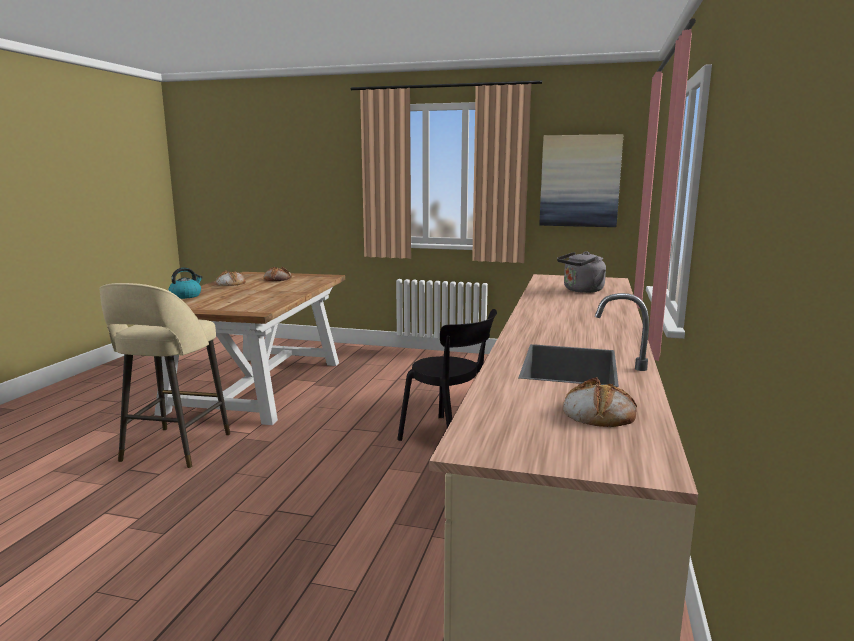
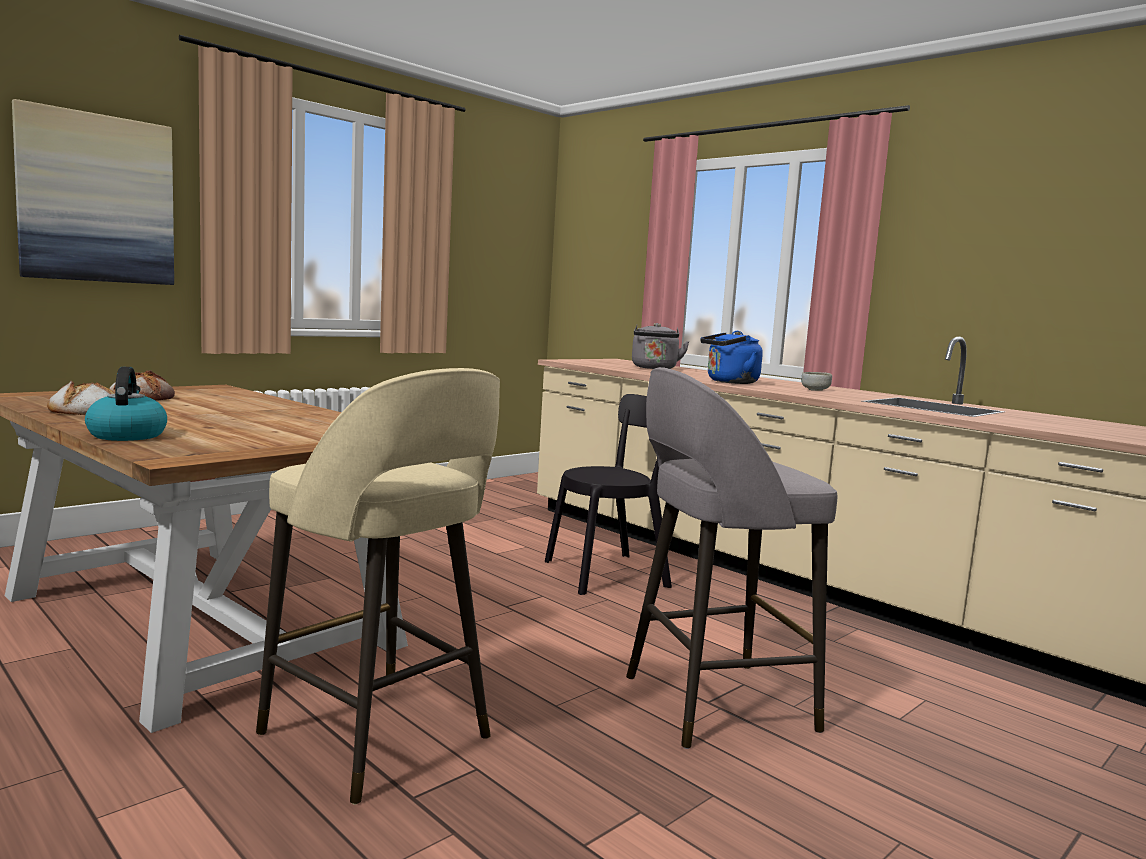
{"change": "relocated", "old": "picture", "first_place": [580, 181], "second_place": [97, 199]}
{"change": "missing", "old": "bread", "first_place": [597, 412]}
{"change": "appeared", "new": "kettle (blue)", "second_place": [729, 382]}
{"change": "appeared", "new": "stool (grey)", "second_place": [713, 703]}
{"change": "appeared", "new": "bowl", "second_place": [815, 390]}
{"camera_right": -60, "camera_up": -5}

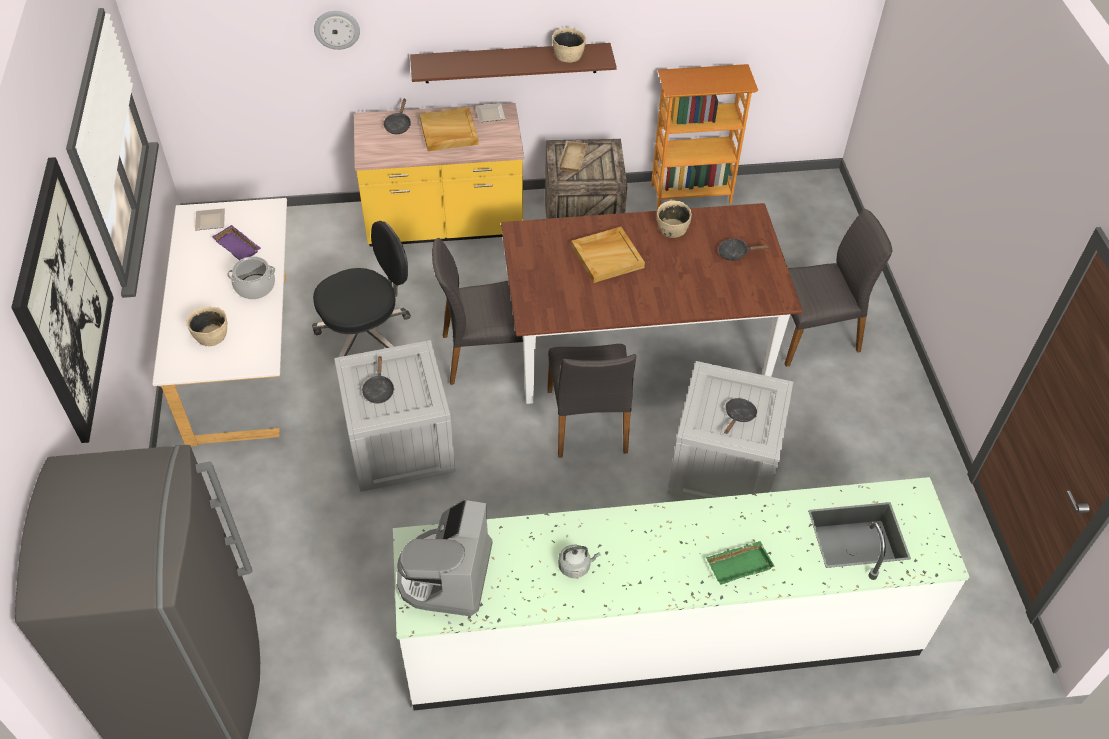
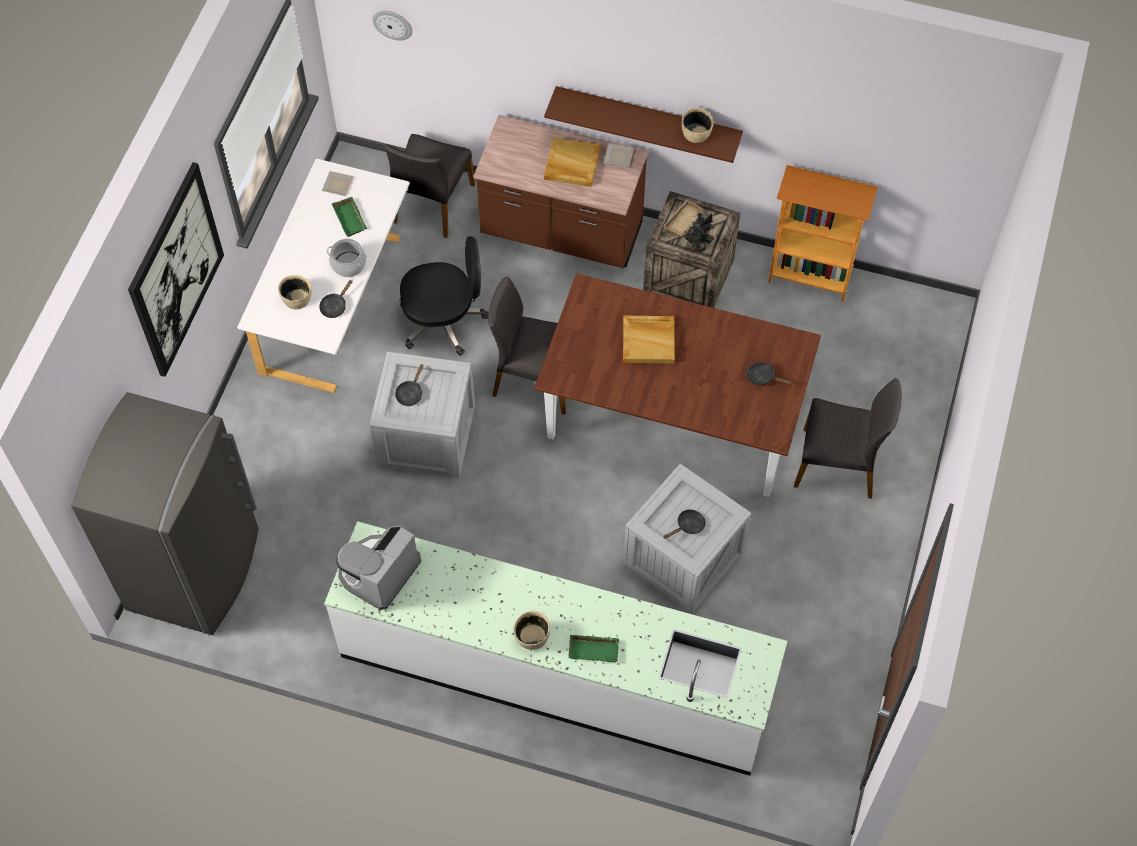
{"change": "relocated", "old": "wall clock", "first_place": [337, 29], "second_place": [392, 24]}
{"change": "relocated", "old": "frying pan (black)", "first_place": [398, 125], "second_place": [335, 306]}
{"change": "colour", "old": "counter (yellow)", "new": "counter (brown)", "first_place": [444, 225], "second_place": [561, 232]}
{"change": "relocated", "old": "bowl (beige)", "first_place": [671, 229], "second_place": [531, 637]}
{"change": "colour", "old": "tray (purple)", "new": "tray (green)", "first_place": [239, 246], "second_place": [351, 219]}
{"change": "relocated", "old": "chair (grey)", "first_place": [588, 422], "second_place": [432, 203]}
{"change": "missing", "old": "kettle (grey)", "first_place": [576, 566]}
{"change": "appeared", "new": "potted plant", "second_place": [698, 245]}
{"camera_right": 25, "camera_up": 10}

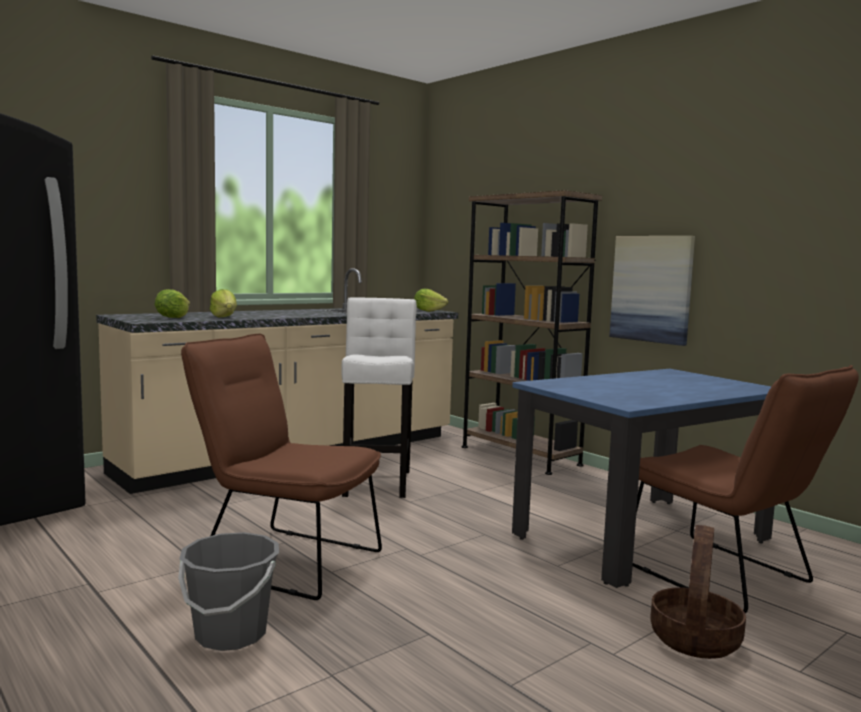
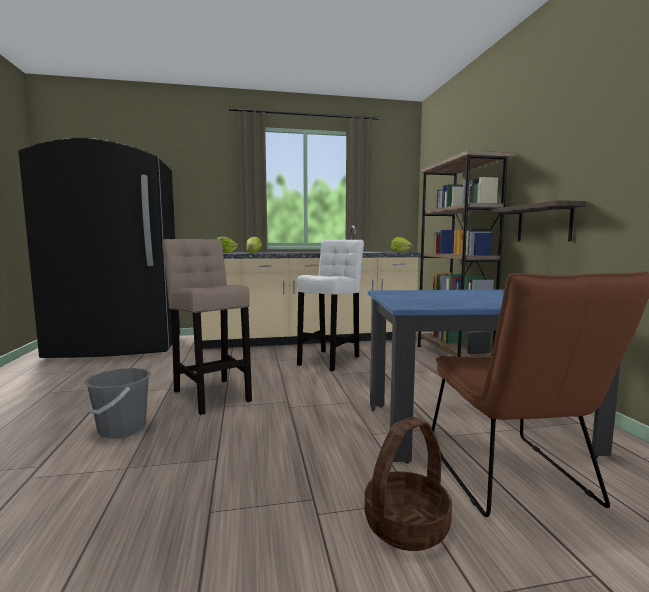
{"change": "exchanged", "old": "picture", "new": "shelf", "first_place": [652, 288], "second_place": [544, 223]}
{"change": "exchanged", "old": "chair (brown)", "new": "stool (beige)", "first_place": [282, 559], "second_place": [211, 394]}
{"camera_right": 30, "camera_up": 0}

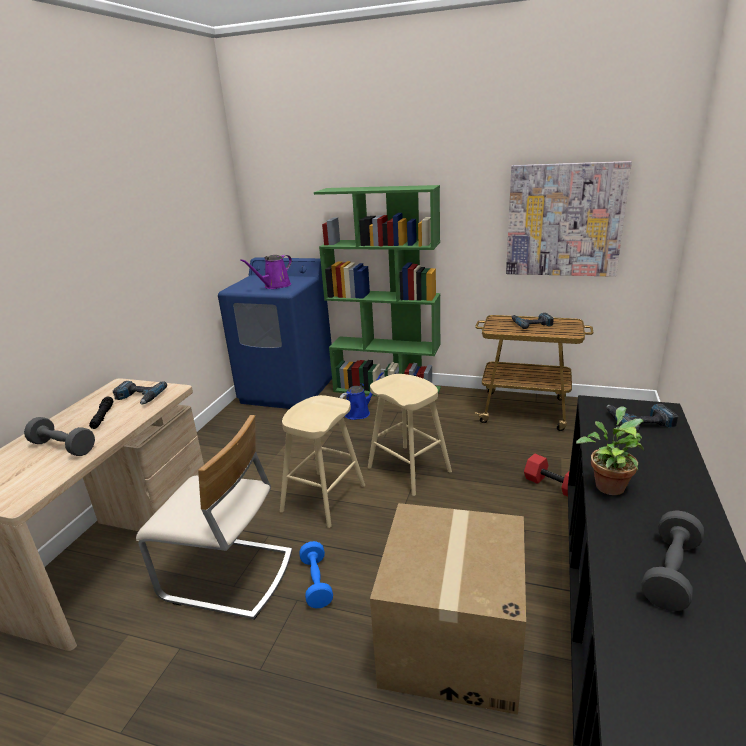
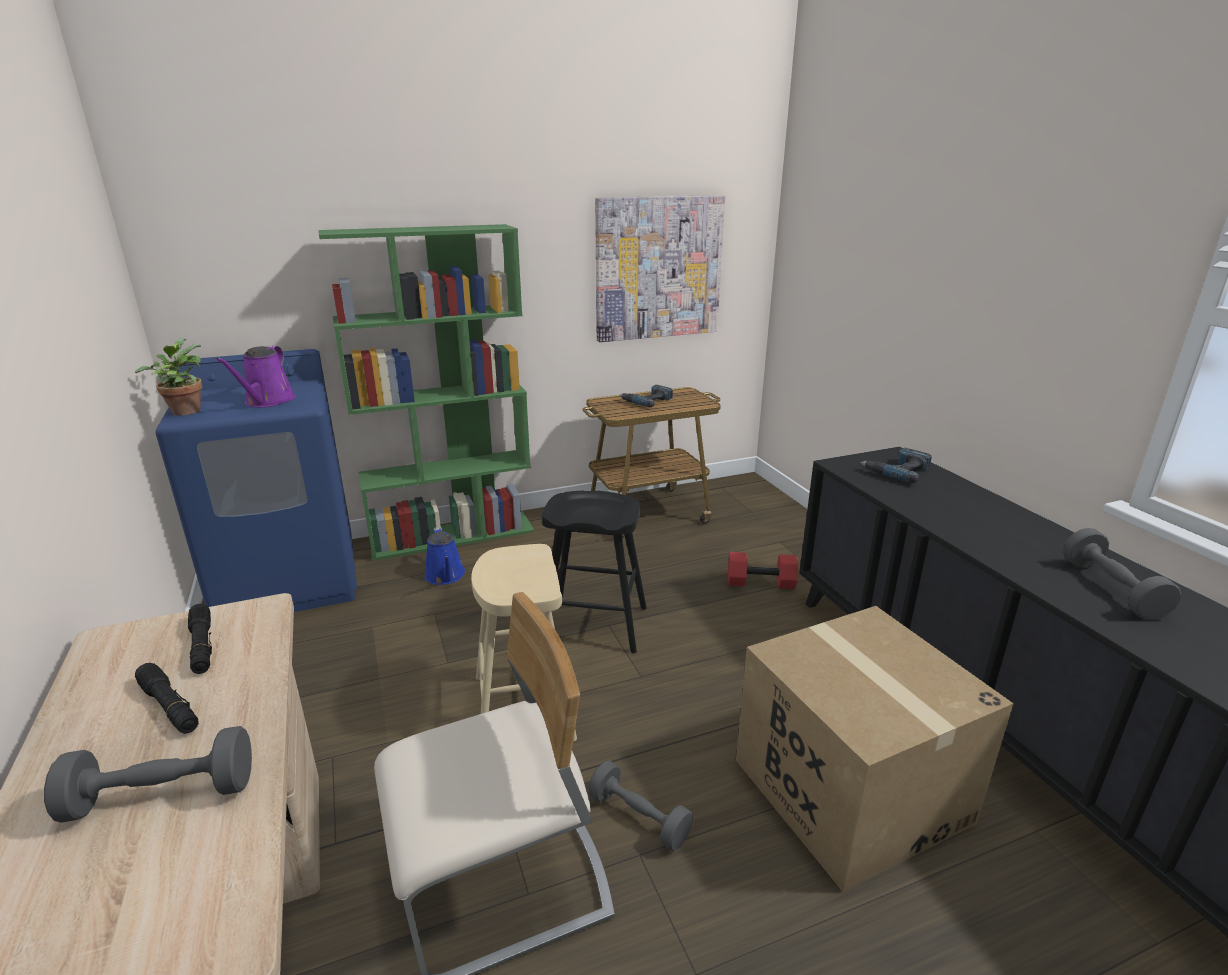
{"change": "spun", "old": "watering can (blue)", "first_place": [359, 412], "second_place": [445, 576], "degrees": 150}
{"change": "colour", "old": "stool (beige)", "new": "stool (black)", "first_place": [409, 469], "second_place": [594, 624]}
{"change": "exchanged", "old": "power drill", "new": "flashlight (black)", "first_place": [138, 397], "second_place": [202, 646]}
{"change": "relocated", "old": "potted plant", "first_place": [608, 484], "second_place": [185, 410]}
{"change": "colour", "old": "dumbbell (blue)", "new": "dumbbell (grey)", "first_place": [316, 582], "second_place": [639, 818]}
{"camera_right": -40, "camera_up": 0}

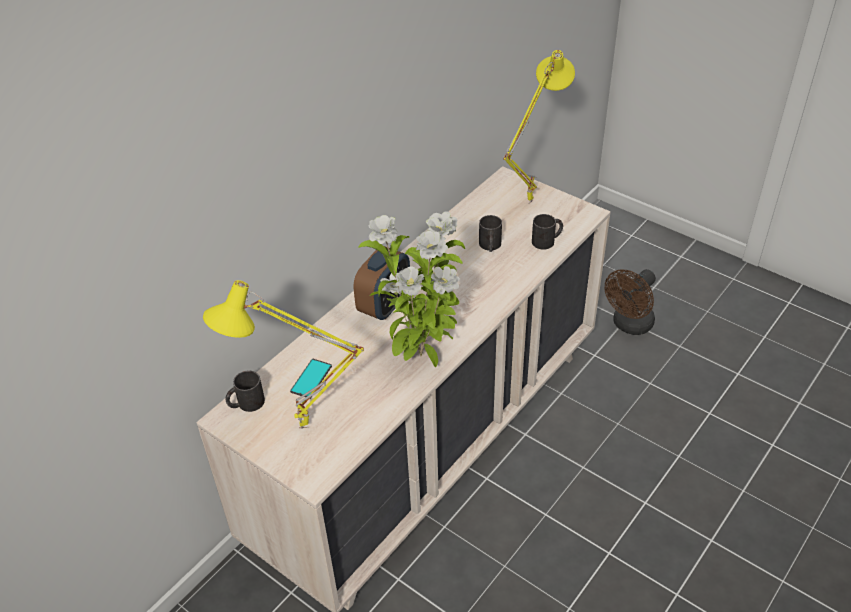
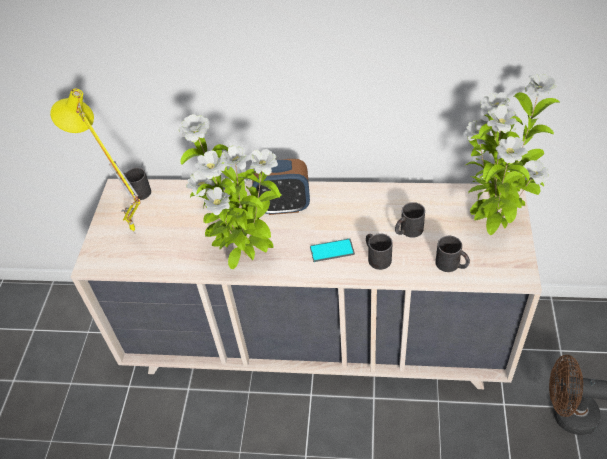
{"change": "exchanged", "old": "table lamp (yellow)", "new": "potted plant", "first_place": [528, 201], "second_place": [492, 225]}
{"change": "relocated", "old": "phone", "first_place": [311, 379], "second_place": [332, 250]}
{"change": "appeared", "new": "mug (black)", "second_place": [376, 257]}
{"camera_right": 60, "camera_up": 5}

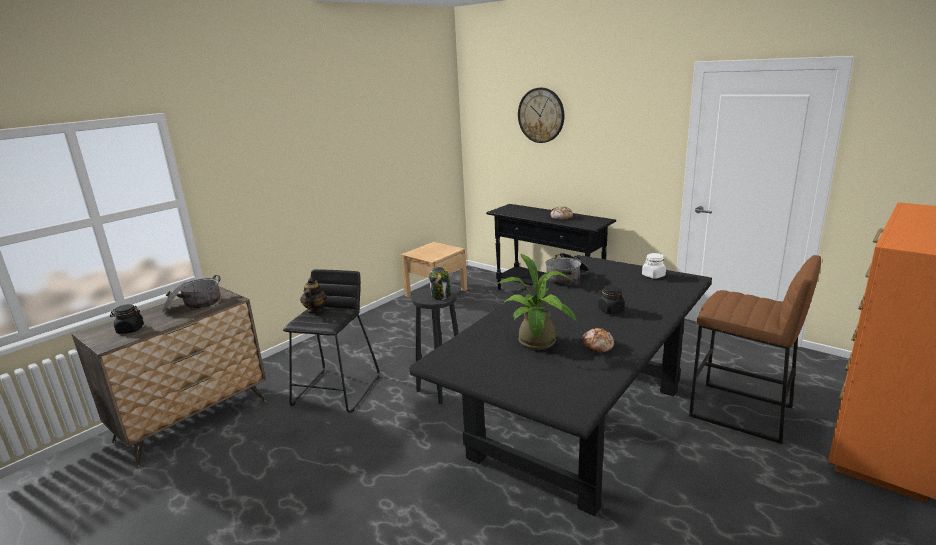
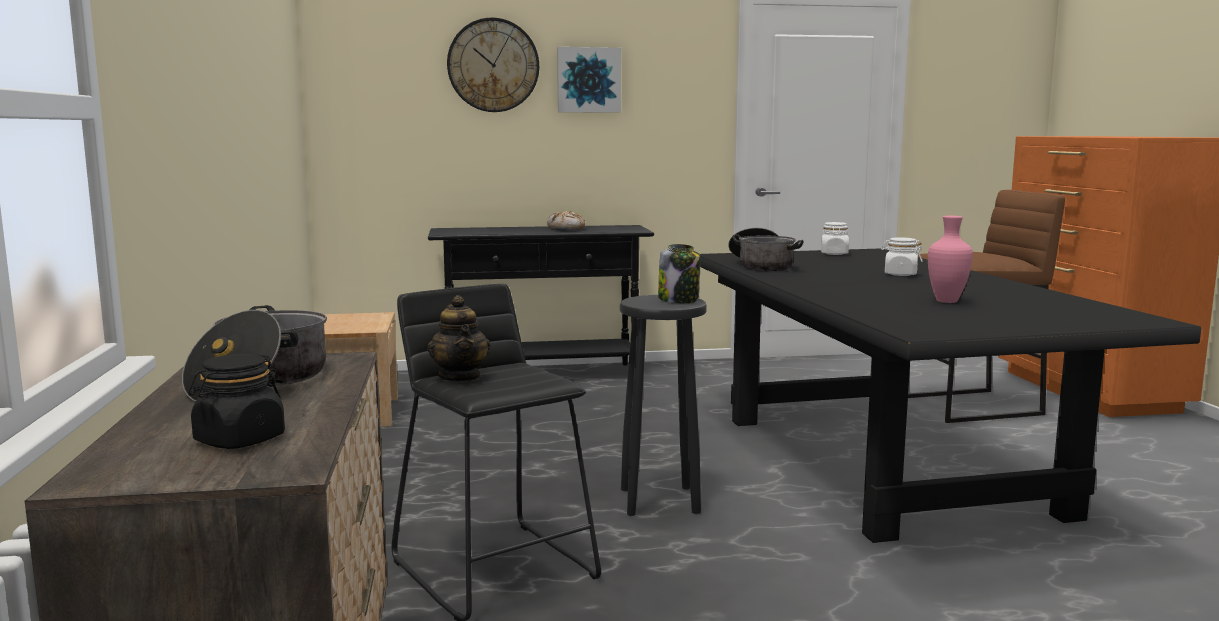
{"change": "exchanged", "old": "potted plant", "new": "vase (pink)", "first_place": [538, 344], "second_place": [947, 301]}
{"change": "spun", "old": "teapot", "first_place": [315, 311], "second_place": [460, 377], "degrees": -150}
{"change": "colour", "old": "jar (black)", "new": "jar (white)", "first_place": [611, 310], "second_place": [900, 274]}
{"change": "missing", "old": "bread", "first_place": [598, 345]}
{"change": "appeared", "new": "picture", "second_place": [588, 80]}
{"camera_right": -50, "camera_up": -10}

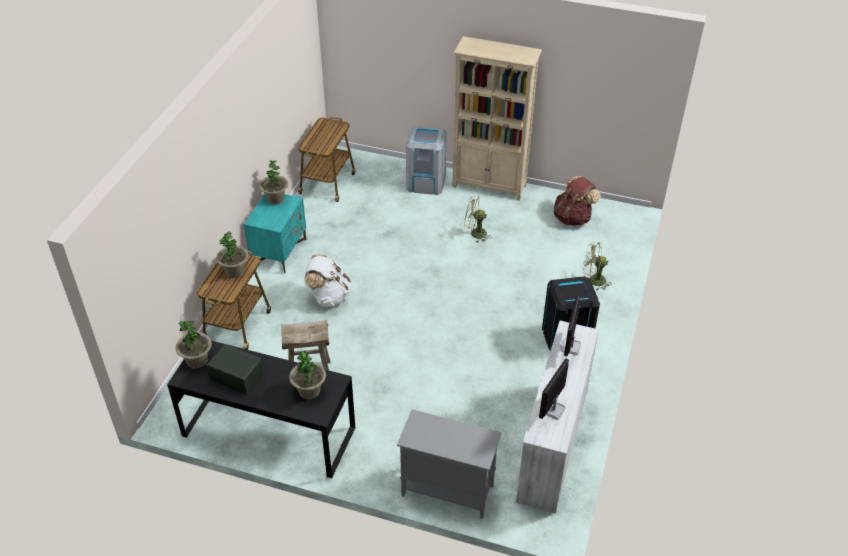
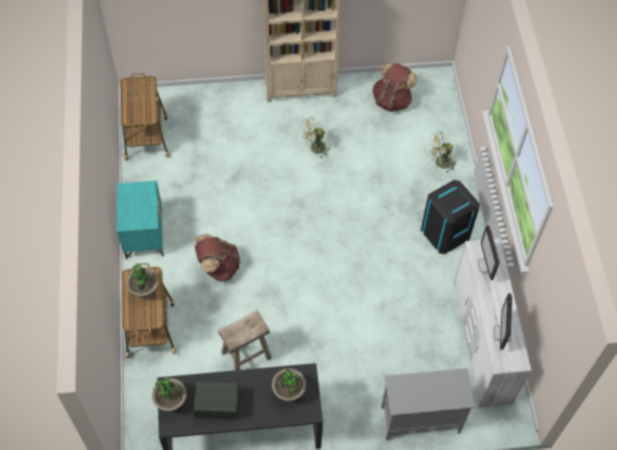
{"change": "missing", "old": "trash can (grey)", "first_place": [426, 182]}
{"change": "missing", "old": "potted plant", "first_place": [275, 199]}
{"change": "colour", "old": "backpack (white)", "new": "backpack (brown)", "first_place": [329, 297], "second_place": [218, 267]}
{"camera_right": -25, "camera_up": 15}

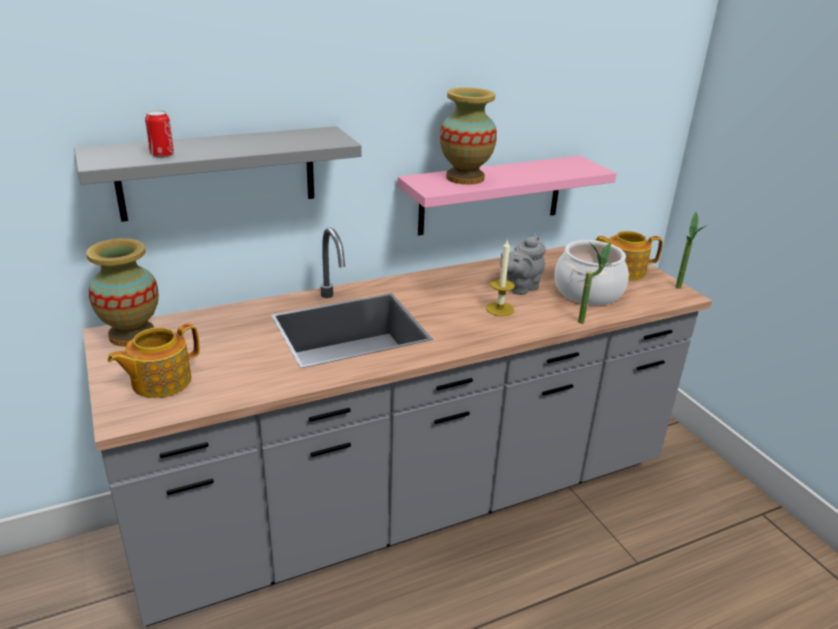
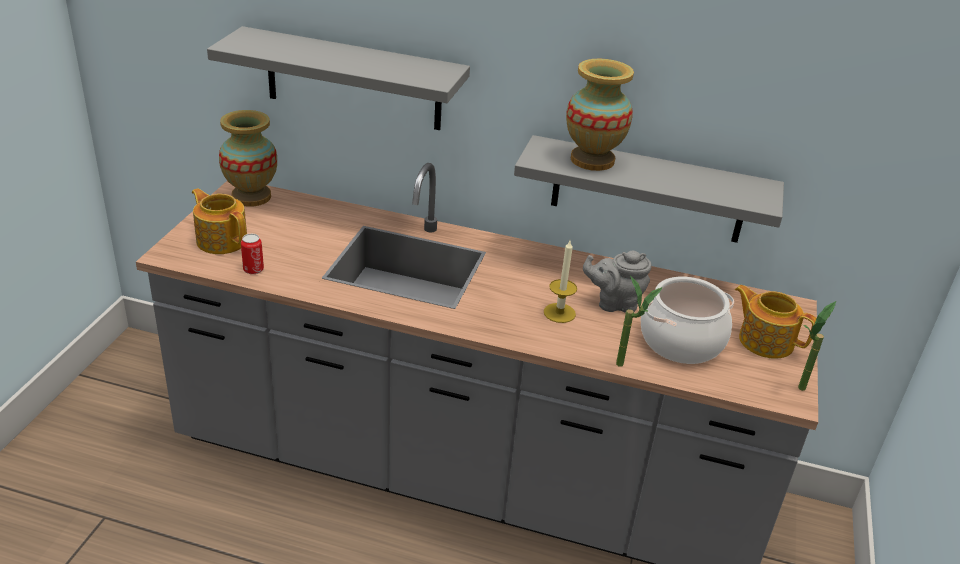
{"change": "relocated", "old": "can", "first_place": [162, 155], "second_place": [253, 269]}
{"change": "colour", "old": "shelf (pink)", "new": "shelf (grey)", "first_place": [491, 195], "second_place": [648, 190]}
{"change": "spun", "old": "teapot", "first_place": [160, 381], "second_place": [222, 240], "degrees": 45}
{"camera_right": 40, "camera_up": 5}

